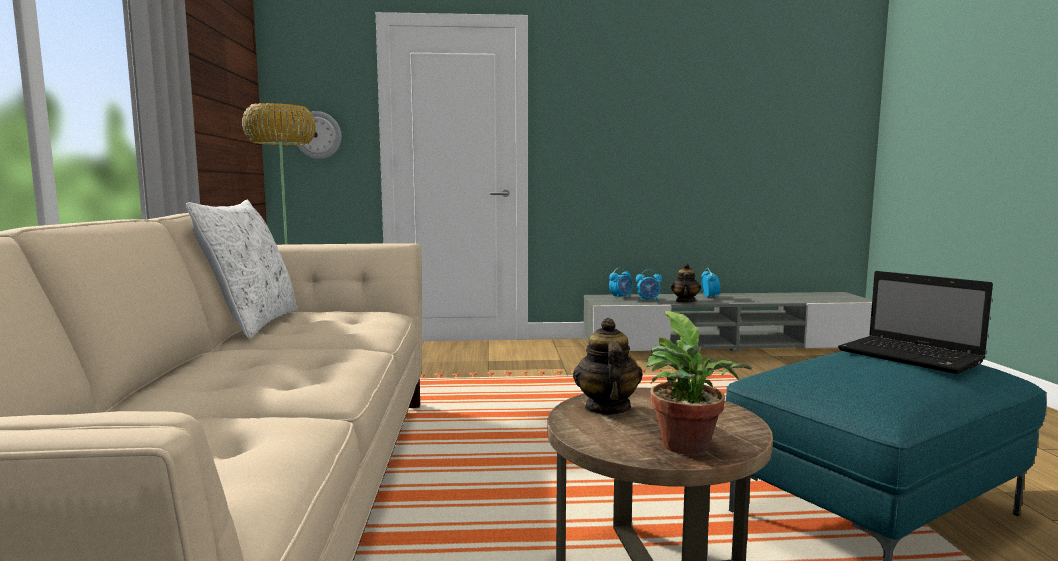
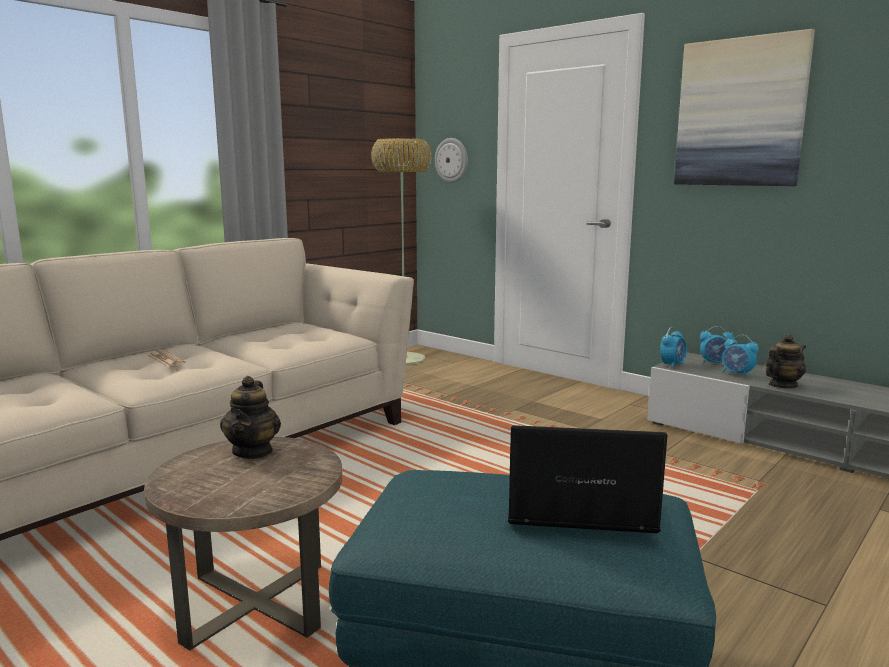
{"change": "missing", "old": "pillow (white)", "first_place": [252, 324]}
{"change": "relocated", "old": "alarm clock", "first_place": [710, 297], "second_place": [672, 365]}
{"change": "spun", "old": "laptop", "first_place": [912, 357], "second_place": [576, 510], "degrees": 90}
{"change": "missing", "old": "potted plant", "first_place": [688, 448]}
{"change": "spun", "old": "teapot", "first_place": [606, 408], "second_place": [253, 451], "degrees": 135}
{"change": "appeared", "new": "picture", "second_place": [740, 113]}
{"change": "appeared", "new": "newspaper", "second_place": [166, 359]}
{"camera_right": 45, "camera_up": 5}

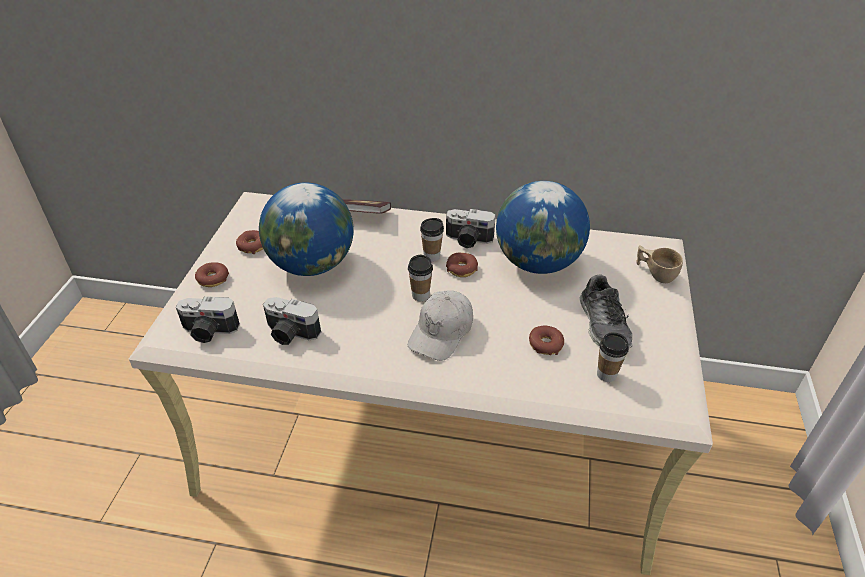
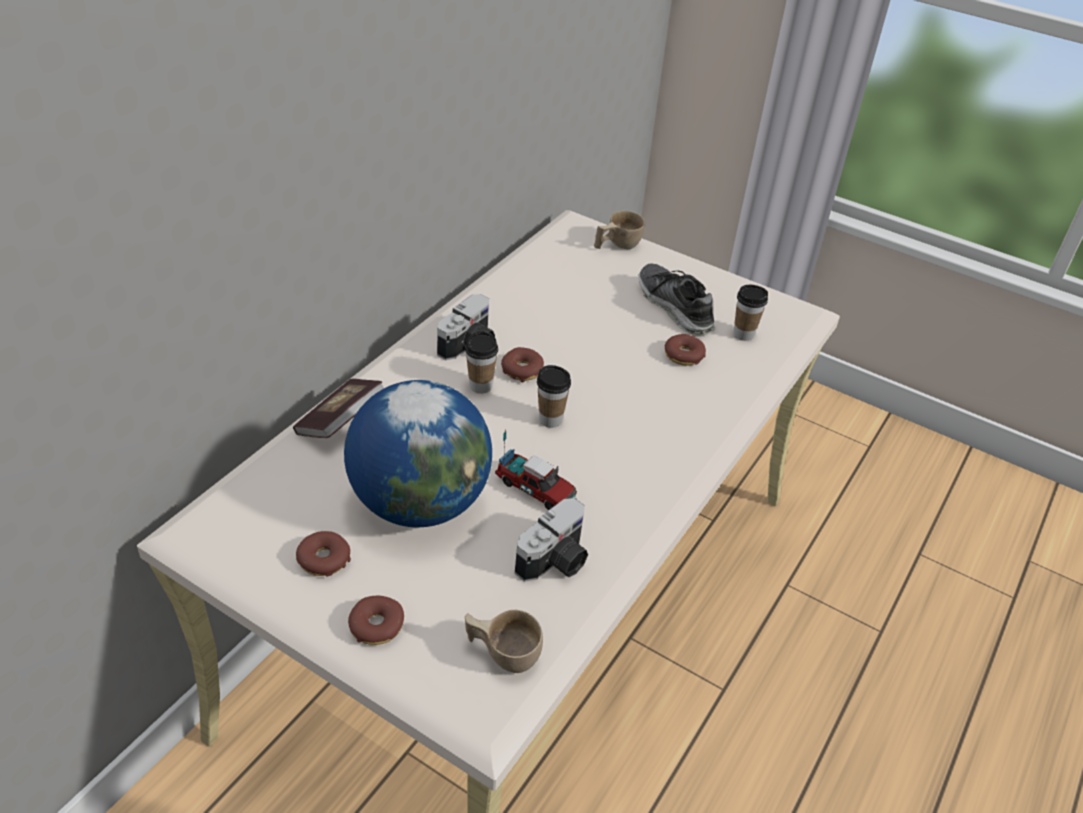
{"change": "missing", "old": "globe", "first_place": [537, 263]}
{"change": "spun", "old": "shoe", "first_place": [603, 325], "second_place": [674, 307], "degrees": -135}
{"change": "missing", "old": "cap (white)", "first_place": [442, 332]}
{"change": "exchanged", "old": "photo camera", "new": "cup (beige)", "first_place": [209, 331], "second_place": [502, 653]}
{"change": "appeared", "new": "toy truck", "second_place": [536, 490]}
{"camera_right": -70, "camera_up": 0}

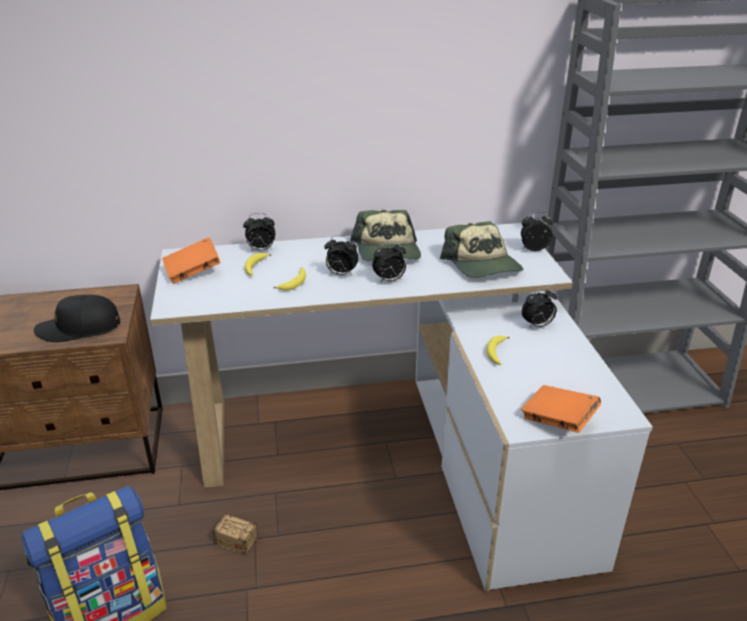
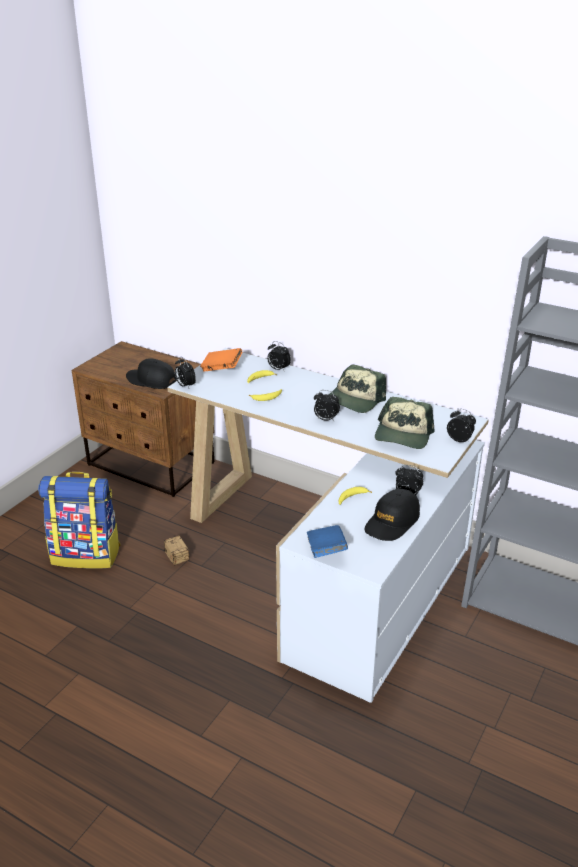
{"change": "relocated", "old": "alarm clock", "first_place": [341, 274], "second_place": [185, 386]}
{"change": "colour", "old": "book (orange)", "new": "book (blue)", "first_place": [558, 421], "second_place": [326, 551]}
{"change": "appeared", "new": "cap (black)", "second_place": [392, 522]}
{"camera_right": 40, "camera_up": 0}

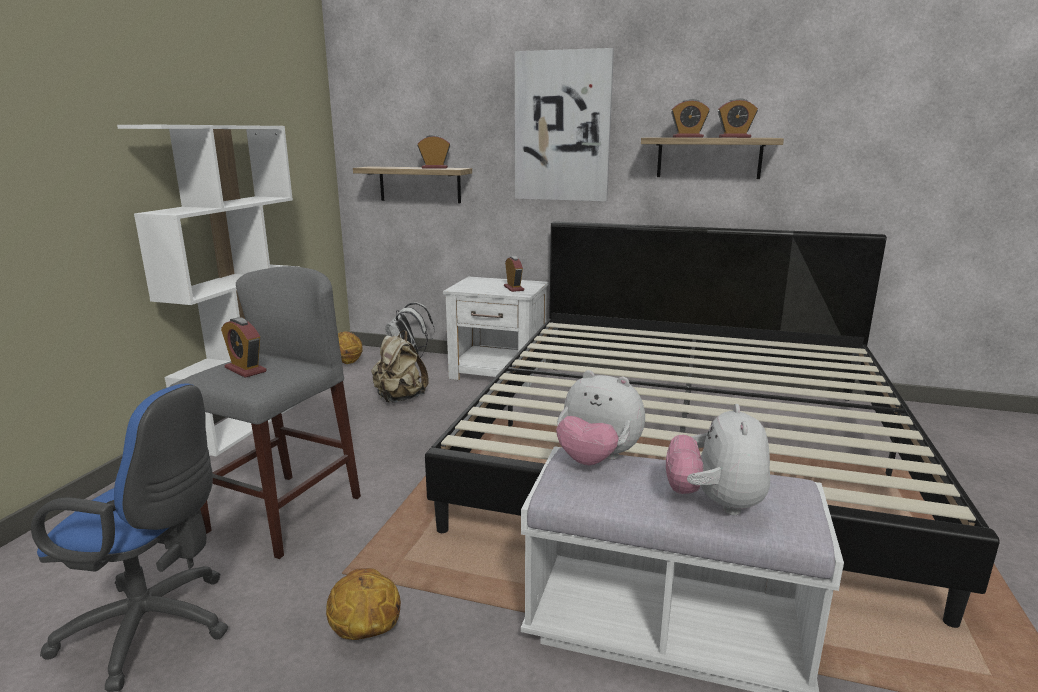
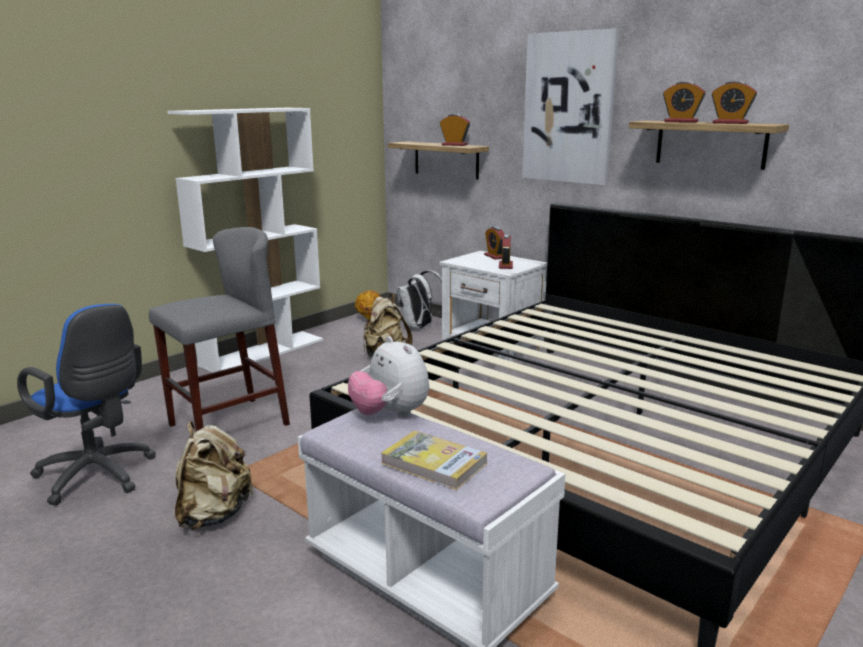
{"change": "relocated", "old": "alarm clock", "first_place": [245, 370], "second_place": [495, 256]}
{"change": "exchanged", "old": "plush toy", "new": "book", "first_place": [715, 503], "second_place": [434, 463]}
{"change": "exchanged", "old": "basketball", "new": "backpack (beige)", "first_place": [365, 632], "second_place": [214, 515]}
{"camera_right": 25, "camera_up": 0}

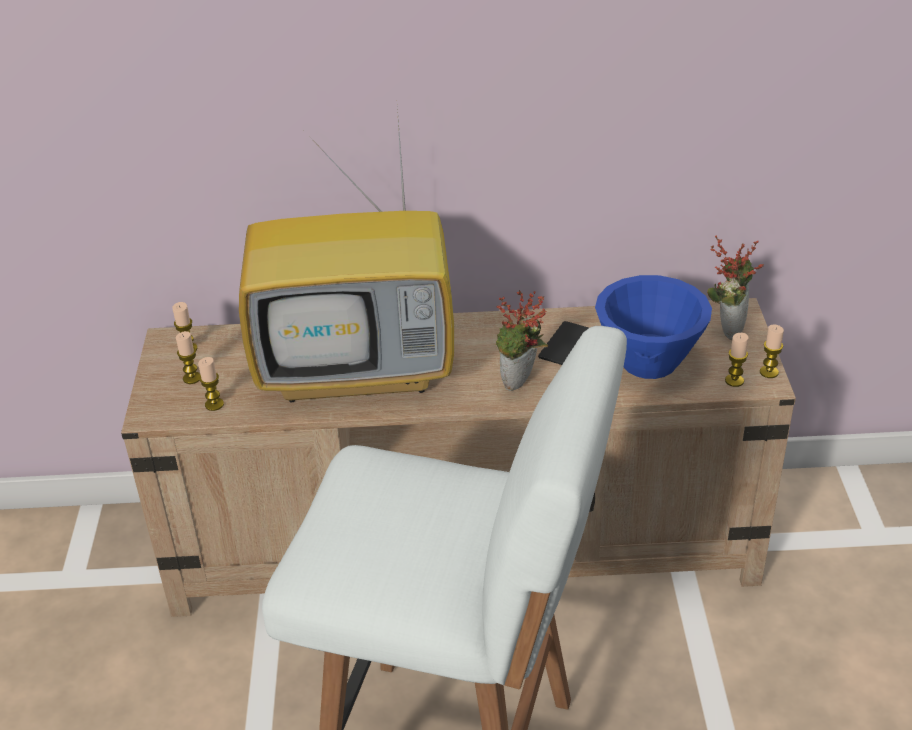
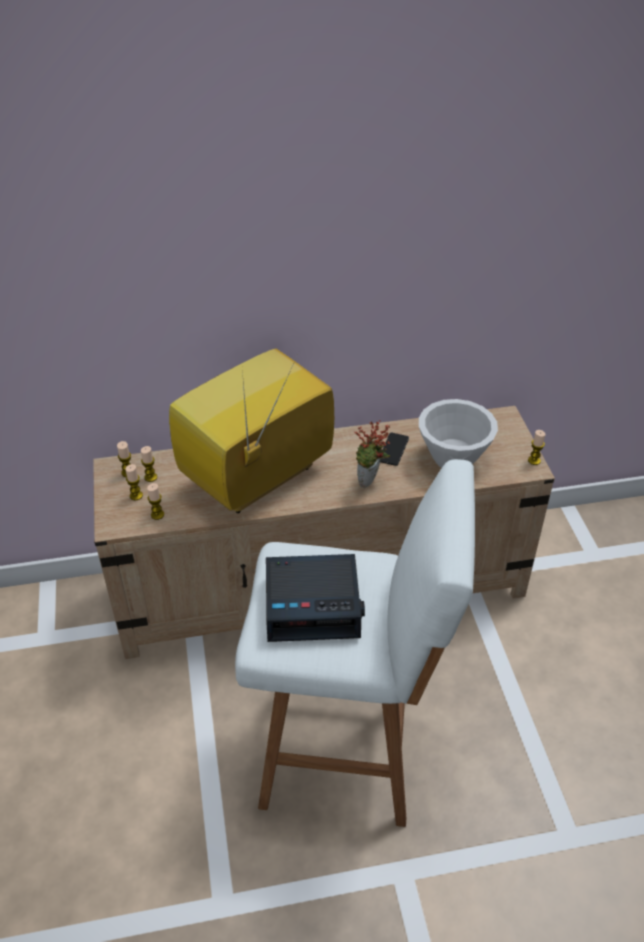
{"change": "spun", "old": "television", "first_place": [360, 369], "second_place": [256, 479], "degrees": 150}
{"change": "missing", "old": "potted plant", "first_place": [727, 328]}
{"change": "colour", "old": "bowl (blue)", "new": "bowl (white)", "first_place": [650, 361], "second_place": [454, 458]}
{"change": "relocated", "old": "candle", "first_place": [734, 381], "second_place": [150, 477]}
{"change": "appeared", "new": "alarm clock", "second_place": [313, 604]}
{"camera_right": -10, "camera_up": 5}

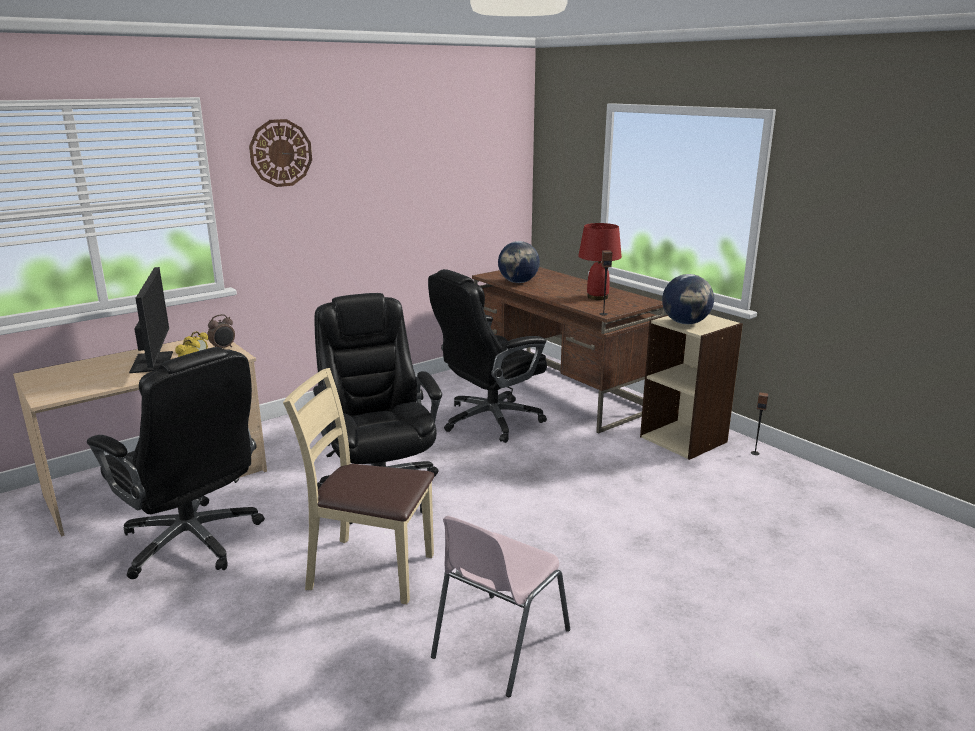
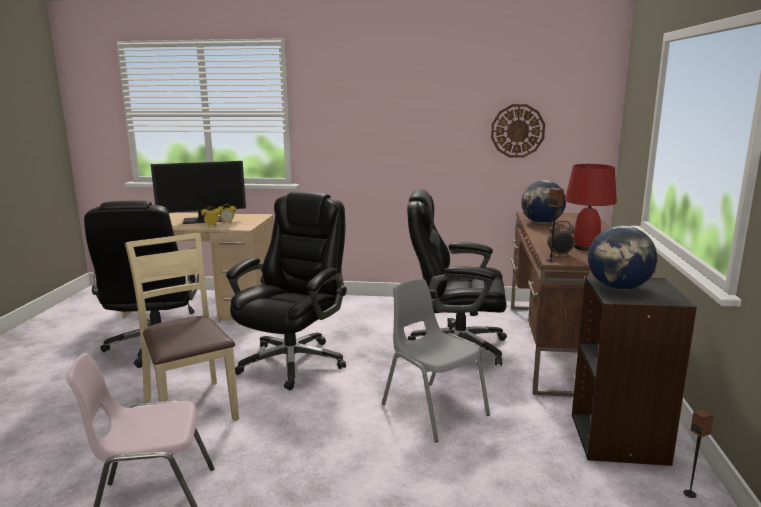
{"change": "relocated", "old": "wall clock", "first_place": [280, 153], "second_place": [517, 131]}
{"change": "spun", "old": "monitor", "first_place": [152, 362], "second_place": [203, 220], "degrees": 45}
{"change": "relocated", "old": "alarm clock", "first_place": [223, 348], "second_place": [560, 255]}
{"change": "colour", "old": "bookcase (beige)", "new": "bookcase (black)", "first_place": [684, 439], "second_place": [619, 439]}
{"change": "appeared", "new": "chair (grey)", "second_place": [433, 409]}
{"camera_right": 45, "camera_up": -5}

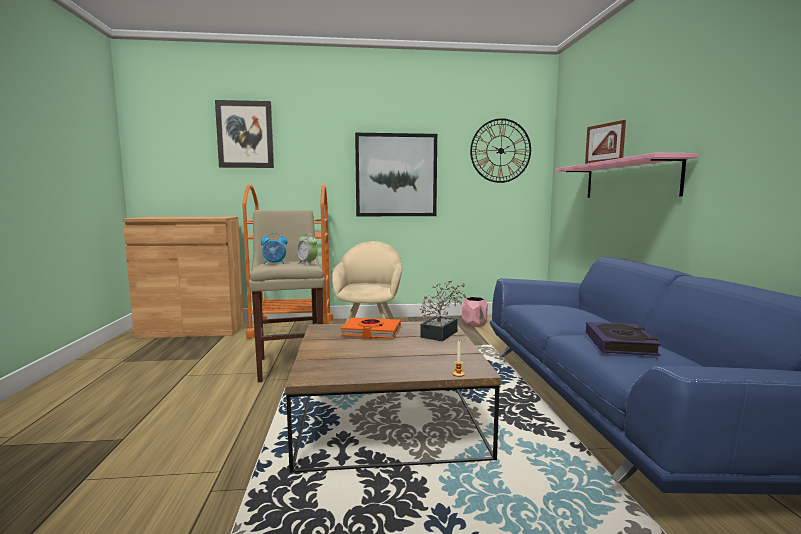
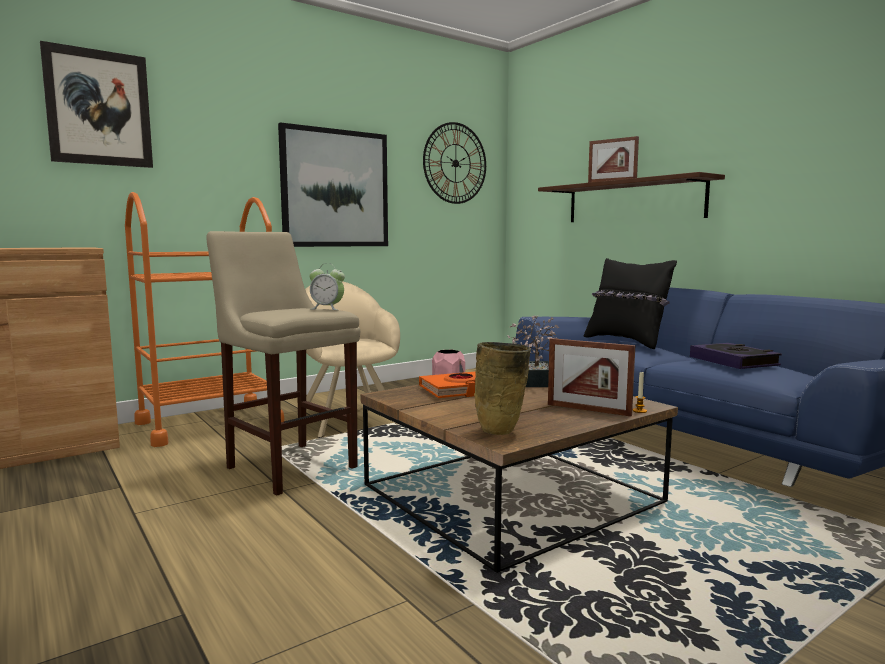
{"change": "colour", "old": "shelf (pink)", "new": "shelf (brown)", "first_place": [629, 179], "second_place": [633, 201]}
{"change": "missing", "old": "alarm clock", "first_place": [274, 263]}
{"change": "appeared", "new": "pillow (black)", "second_place": [626, 341]}
{"change": "appeared", "new": "picture frame", "second_place": [588, 410]}
{"change": "appeared", "new": "vase (beige)", "second_place": [501, 432]}
{"camera_right": -30, "camera_up": 0}

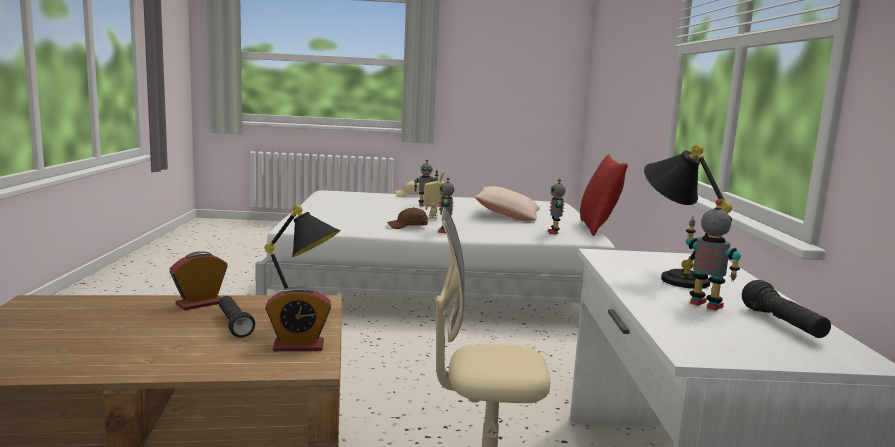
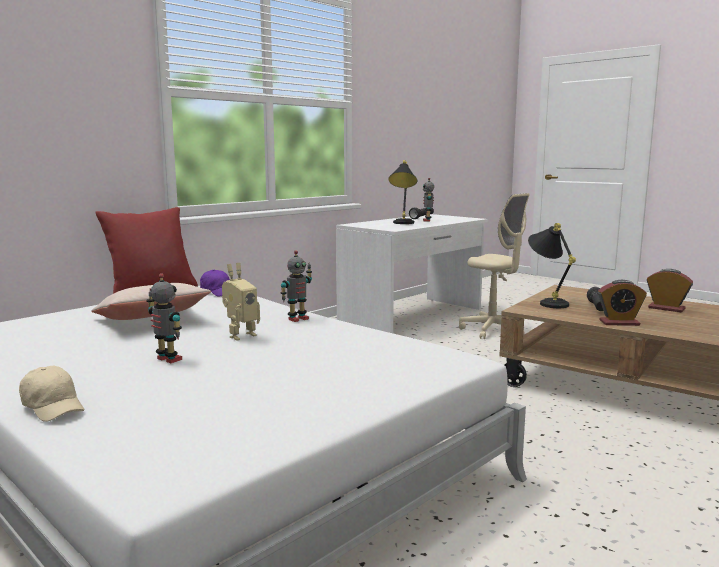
{"change": "exchanged", "old": "toy robot", "new": "cap (purple)", "first_place": [554, 232], "second_place": [218, 292]}
{"change": "missing", "old": "cap (brown)", "first_place": [408, 227]}
{"change": "relocated", "old": "alarm clock", "first_place": [298, 346], "second_place": [666, 308]}
{"camera_right": -135, "camera_up": 0}

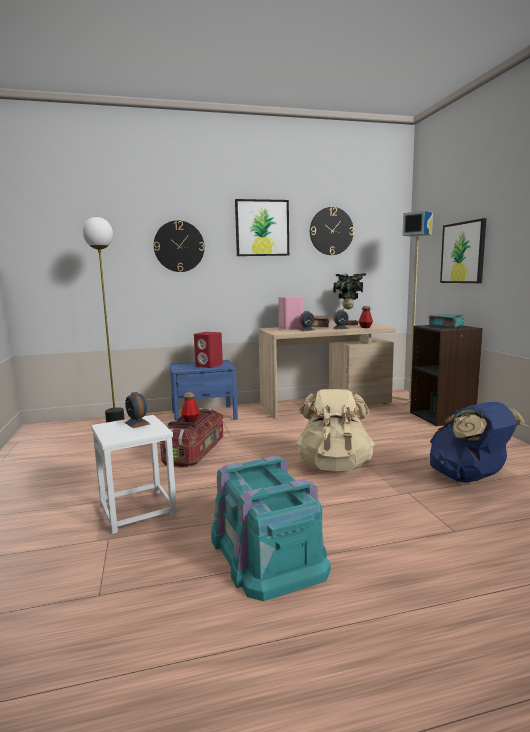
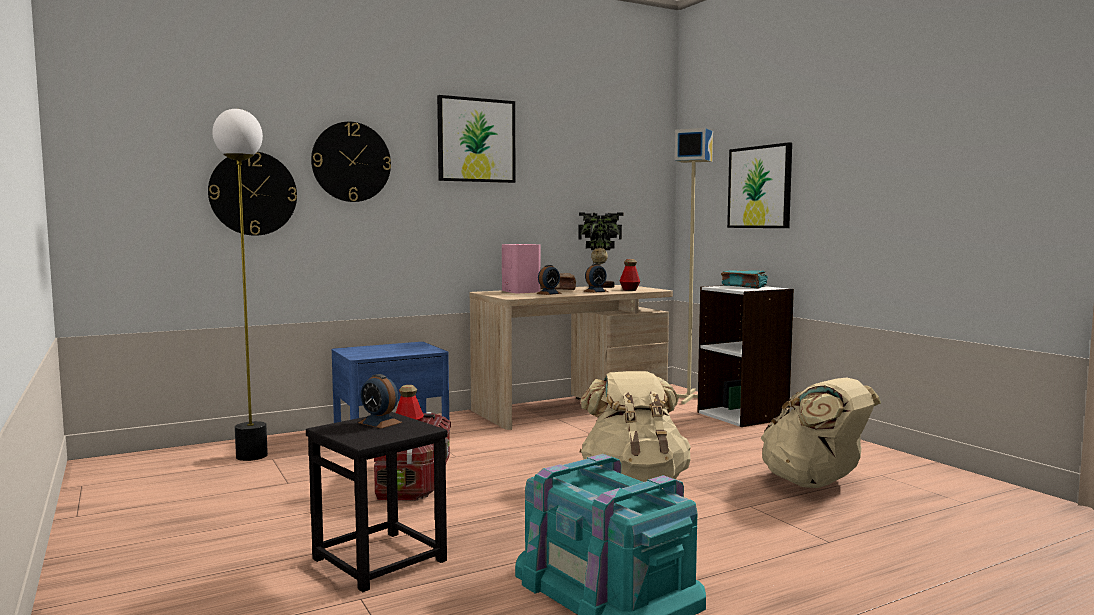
{"change": "relocated", "old": "wall clock", "first_place": [331, 231], "second_place": [253, 193]}
{"change": "colour", "old": "bookcase (black)", "new": "bookcase (white)", "first_place": [442, 417], "second_place": [743, 415]}
{"change": "missing", "old": "speaker (red)", "first_place": [209, 365]}
{"change": "colour", "old": "backpack (blue)", "new": "backpack (beige)", "first_place": [469, 478], "second_place": [815, 483]}
{"change": "colour", "old": "stool (white)", "new": "stool (black)", "first_place": [138, 510], "second_place": [380, 559]}
{"camera_right": -15, "camera_up": -5}

